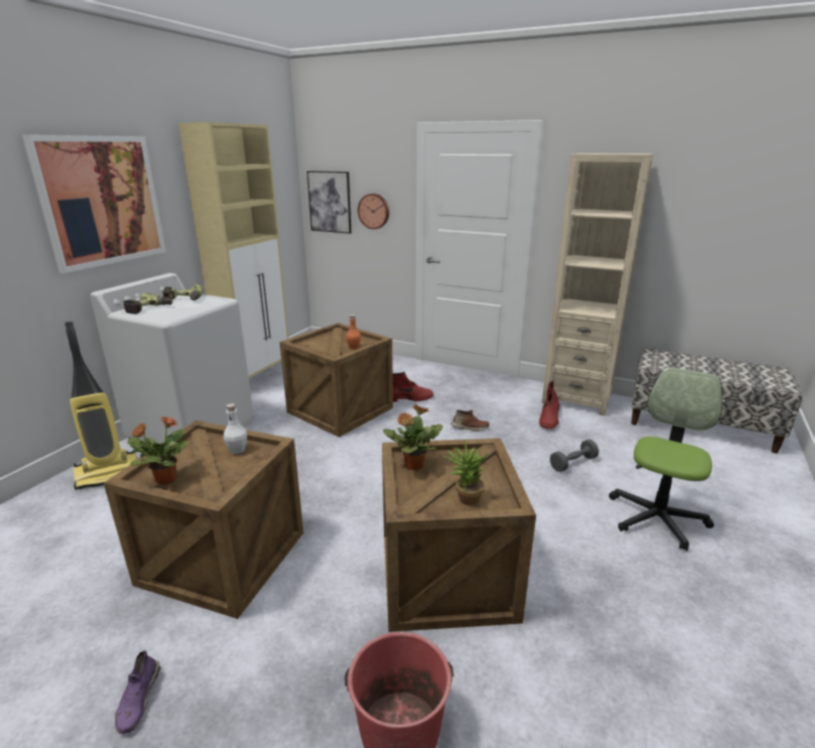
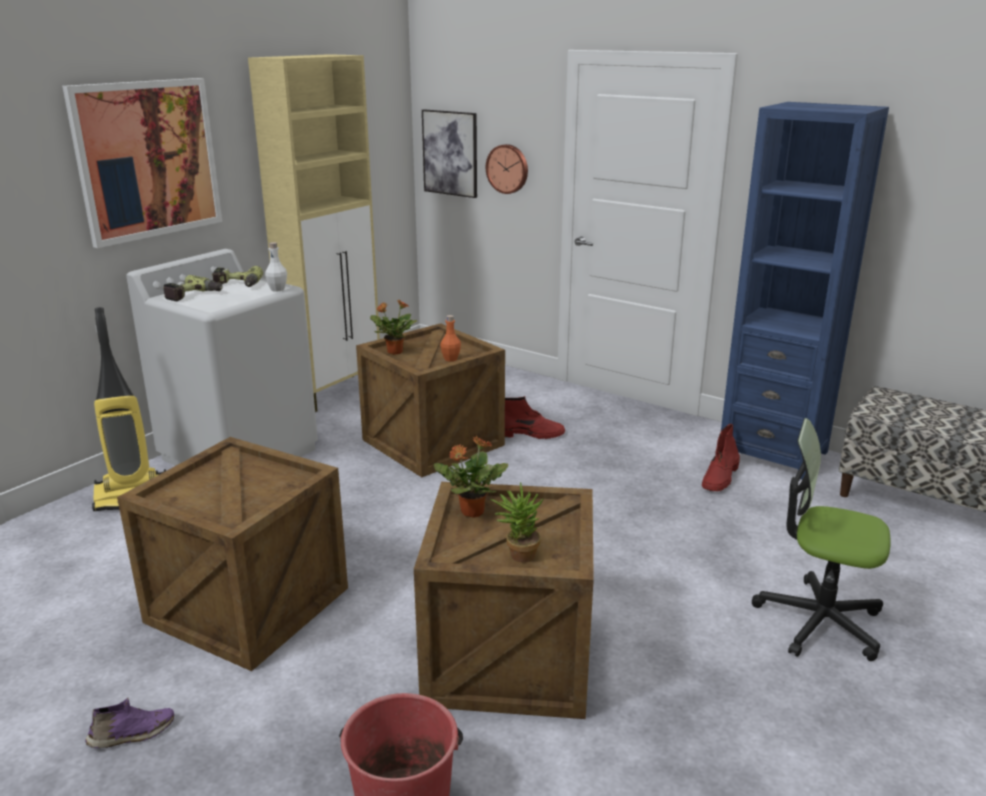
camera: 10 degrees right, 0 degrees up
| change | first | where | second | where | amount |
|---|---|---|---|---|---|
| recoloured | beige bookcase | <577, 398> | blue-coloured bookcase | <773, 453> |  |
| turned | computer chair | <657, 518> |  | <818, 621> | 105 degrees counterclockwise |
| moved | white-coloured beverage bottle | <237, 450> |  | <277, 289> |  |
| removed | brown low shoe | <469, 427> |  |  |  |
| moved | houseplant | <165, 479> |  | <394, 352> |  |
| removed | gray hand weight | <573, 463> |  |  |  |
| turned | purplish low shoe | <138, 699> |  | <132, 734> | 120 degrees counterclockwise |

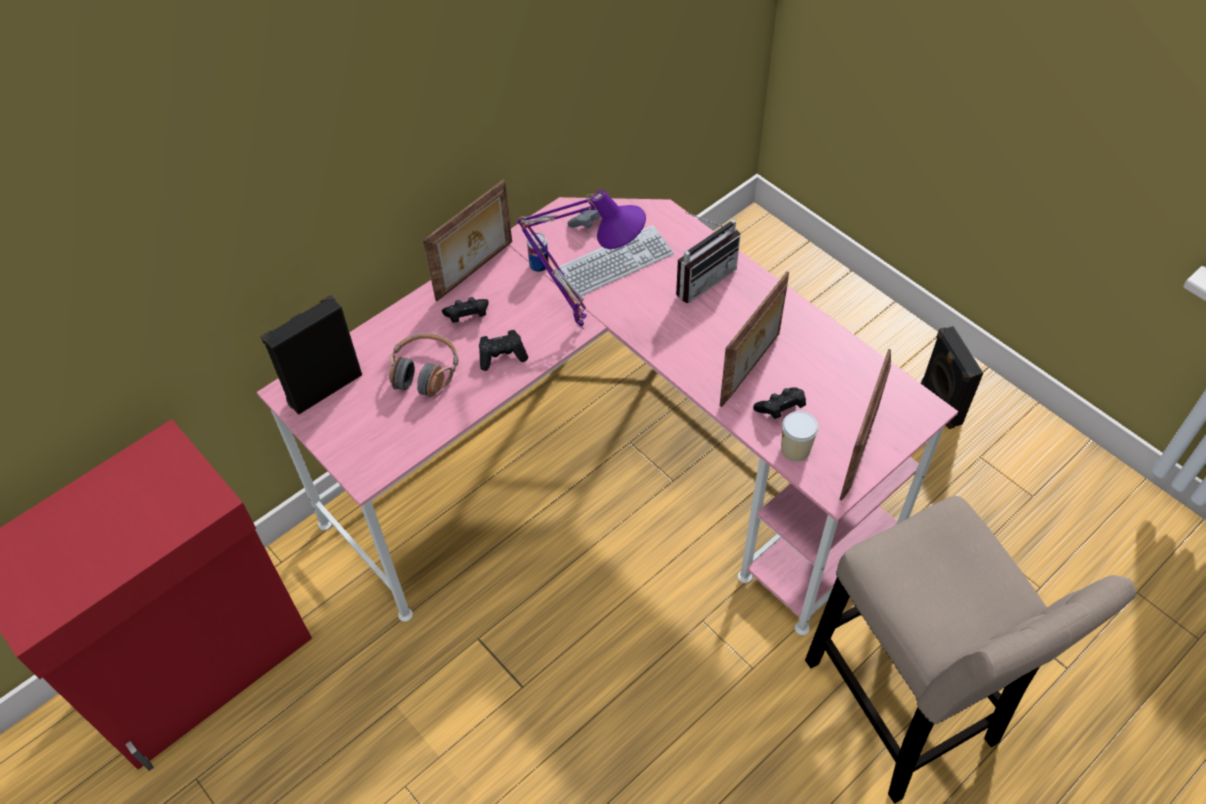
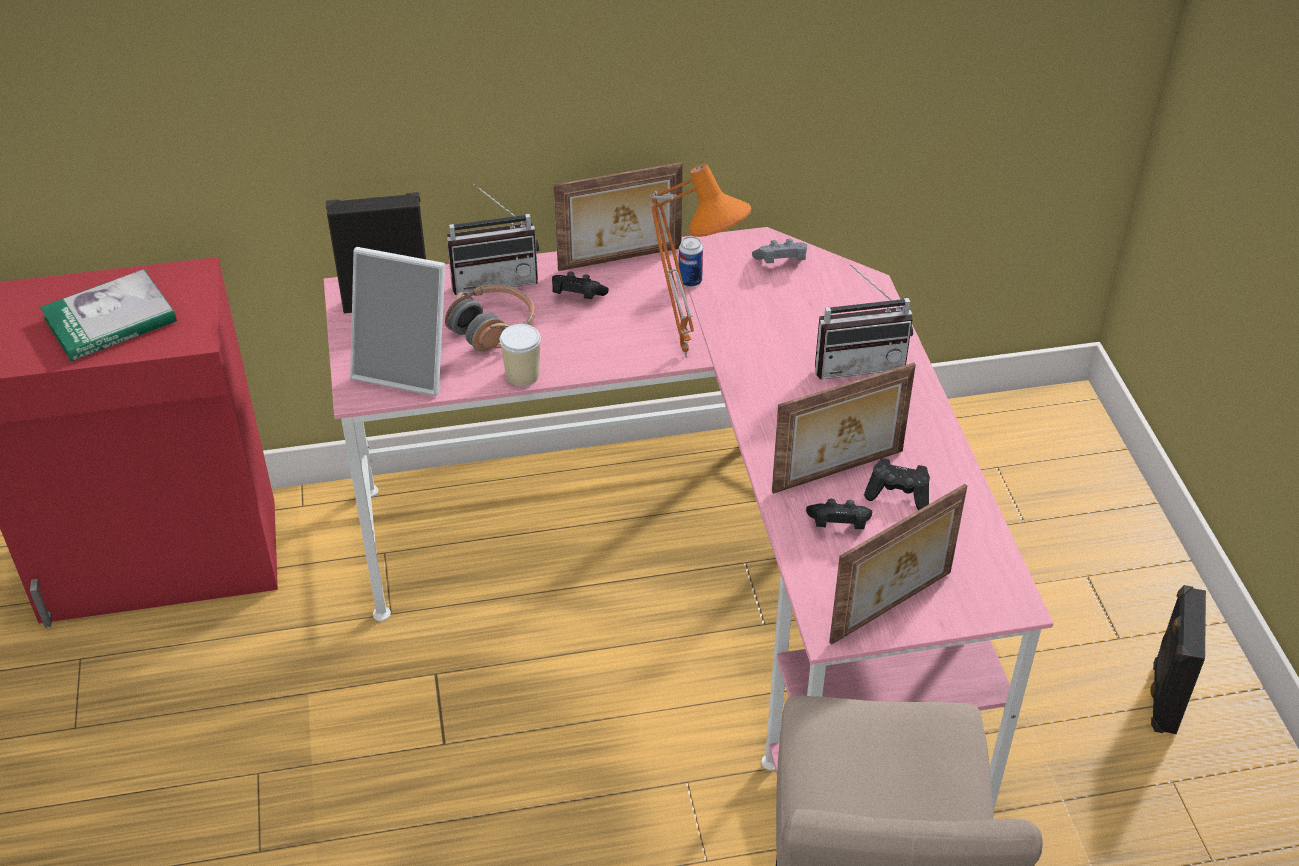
camera: 30 degrees right, 10 degrees down
| change | first | where | second | where | amount |
|---|---|---|---|---|---|
| recoloured | purplish table lamp | <582, 324> | orange-coloured table lamp | <689, 353> |  |
| removed | PC keyboard | <614, 263> |  |  |  |
| moved | black joypad | <502, 356> |  | <898, 494> |  |
| moved | cup | <795, 449> |  | <522, 375> |  |
| added |  |  | radio | <494, 278> |  |
| added |  |  | picture frame | <407, 367> |  |
| added |  |  | bound book | <110, 320> |  |

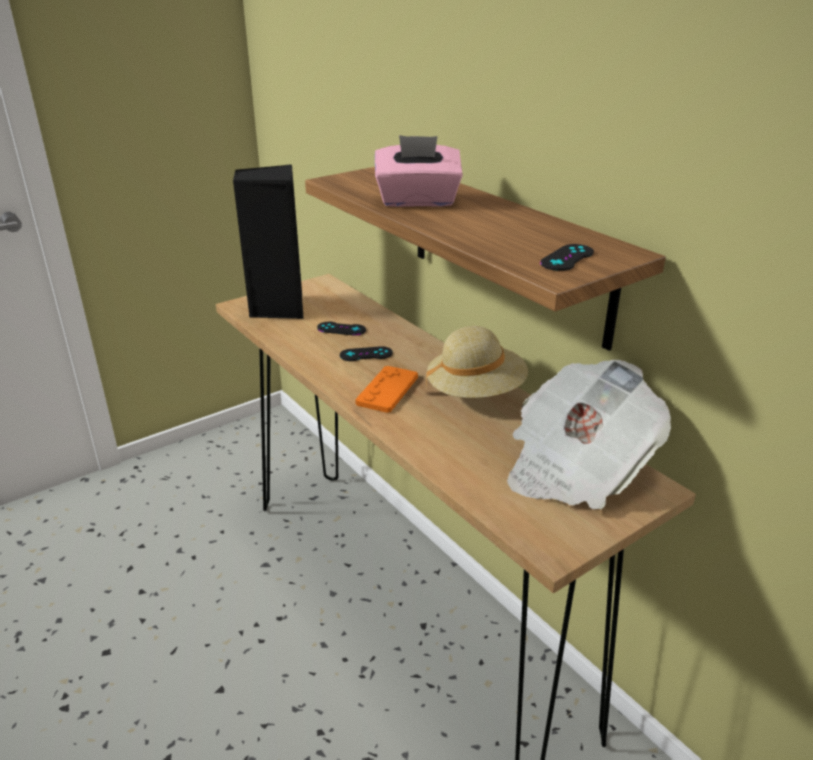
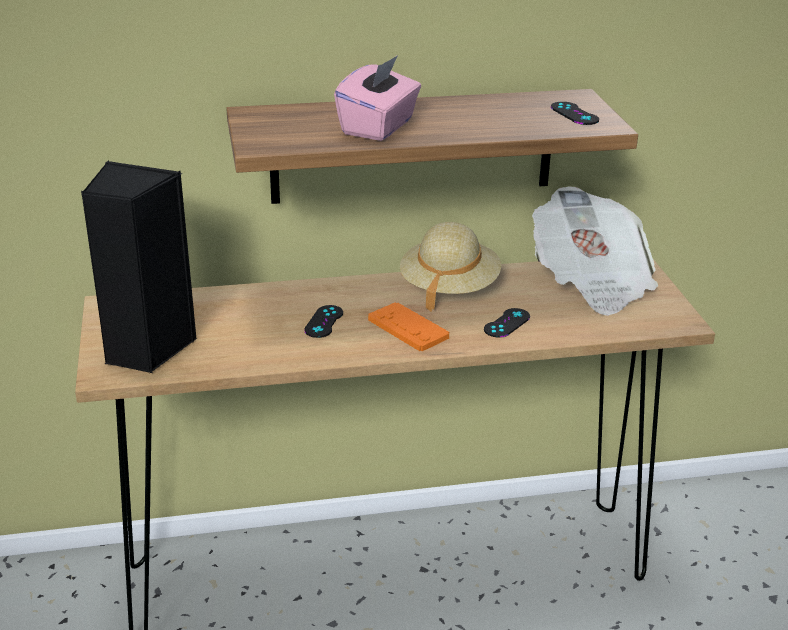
camera: 65 degrees left, 0 degrees up
| change | first | where | second | where | amount |
|---|---|---|---|---|---|
| moved | black joypad | <341, 329> |  | <507, 323> |  |

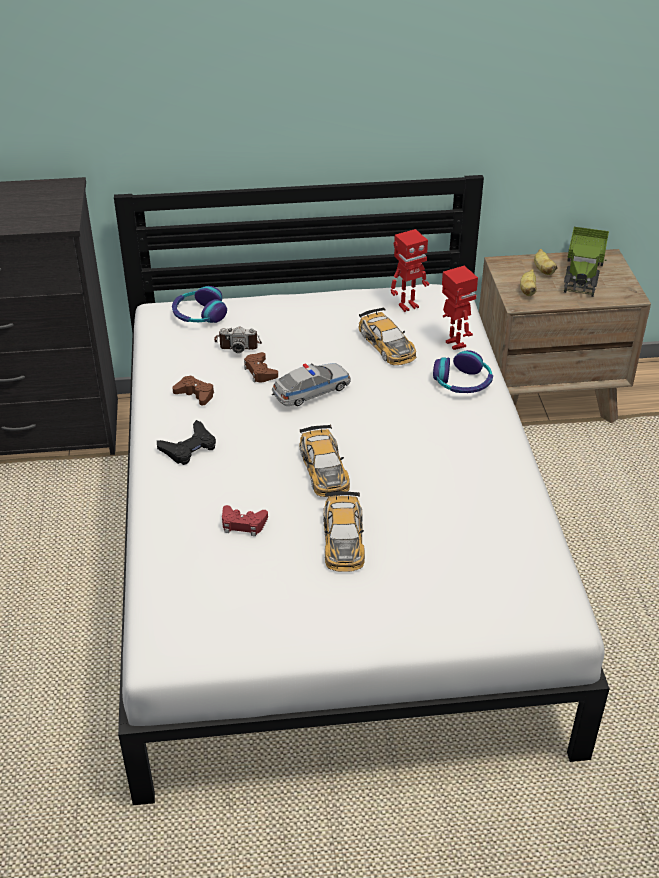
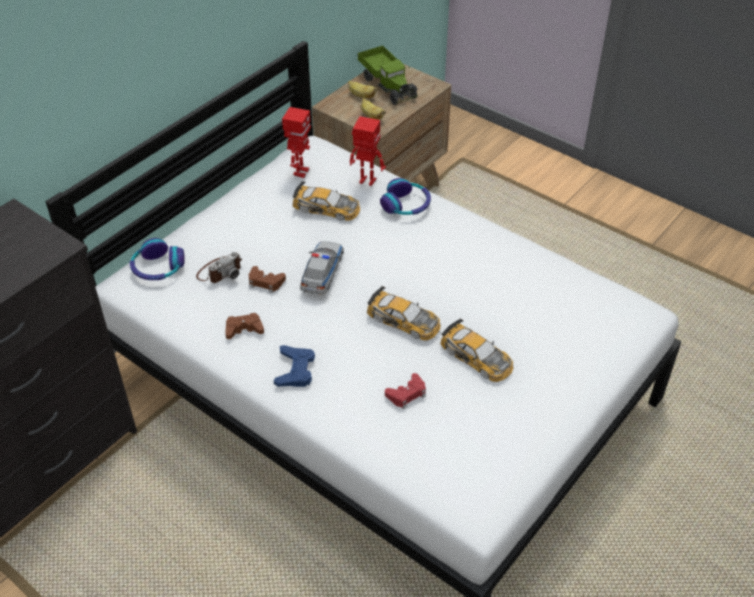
camera: 45 degrees left, 5 degrees up
| change | first | where | second | where | amount |
|---|---|---|---|---|---|
| recoloured | black joypad | <189, 448> | blue-coloured joypad | <295, 370> |  |

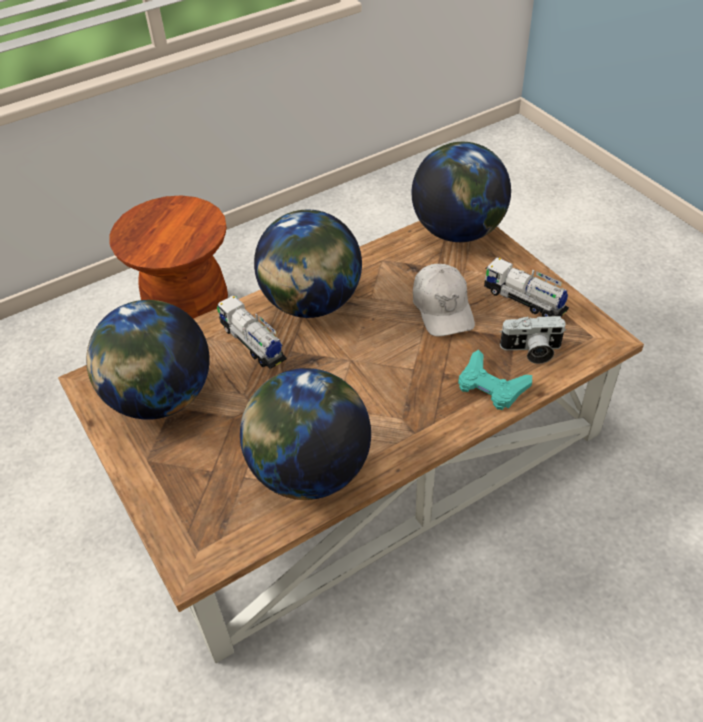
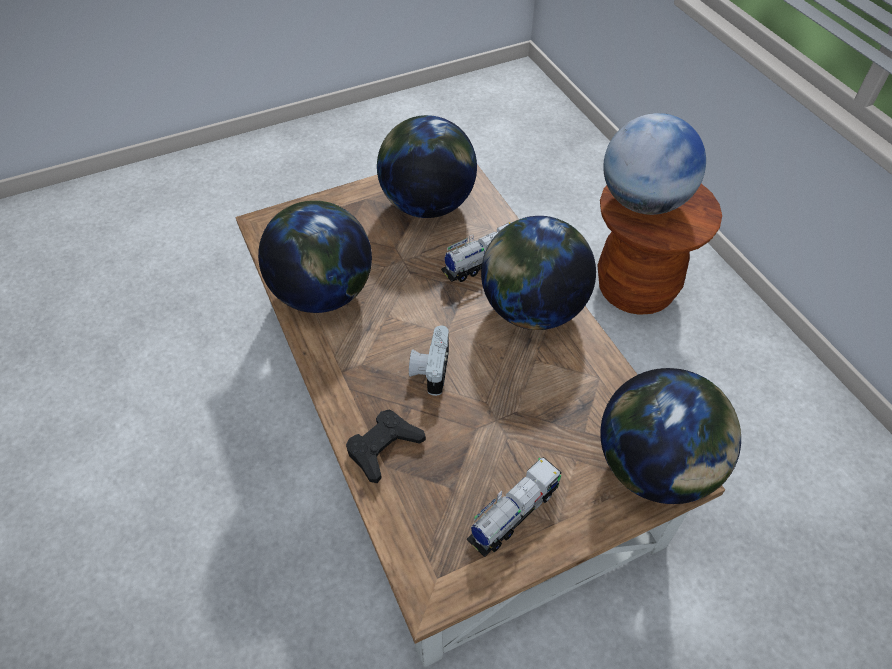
camera: 95 degrees right, 5 degrees up
| change | first | where | second | where | amount |
|---|---|---|---|---|---|
| removed | white-coloured peaked cap | <442, 308> |  |  |  |
| moved | photo camera | <531, 351> |  | <429, 368> |  |
| recoloured | turquoise-coloured joypad | <491, 386> | black joypad | <383, 447> |  |
| added |  |  | world globe | <643, 202> |  |

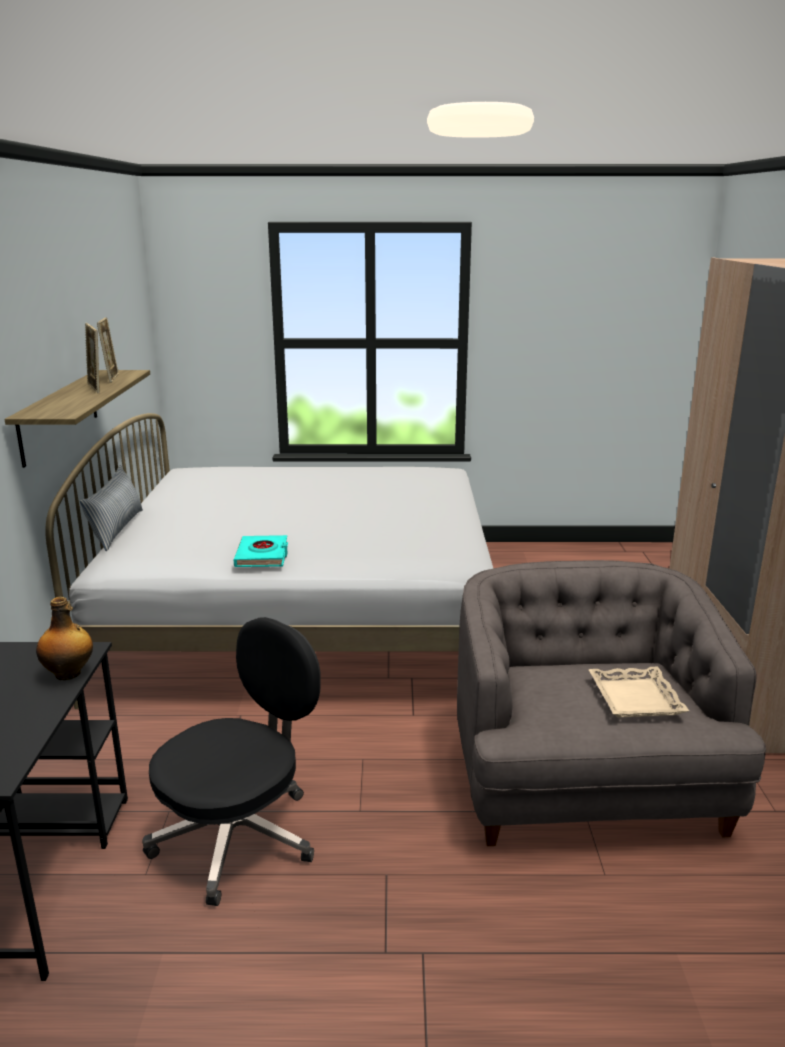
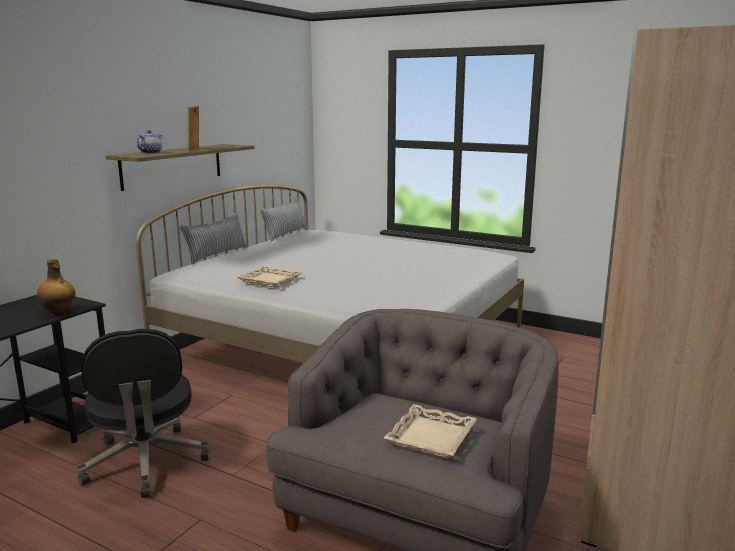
camera: 30 degrees right, 5 degrees down
| change | first | where | second | where | amount |
|---|---|---|---|---|---|
| removed | picture frame | <112, 378> |  |  |  |
| replaced | turquoise-coloured bound book | <262, 556> | beige carrying tray | <270, 280> |  |
| turned | black computer chair | <239, 836> |  | <146, 463> | 90 degrees clockwise |
| added |  |  | tea pot | <151, 153> |  |
| added |  |  | cushion | <285, 234> |  |

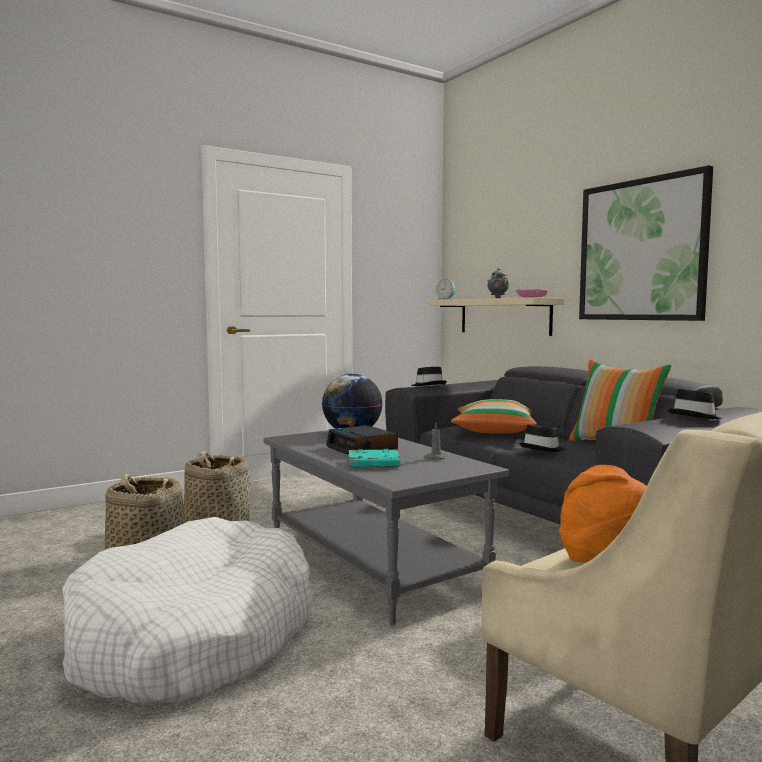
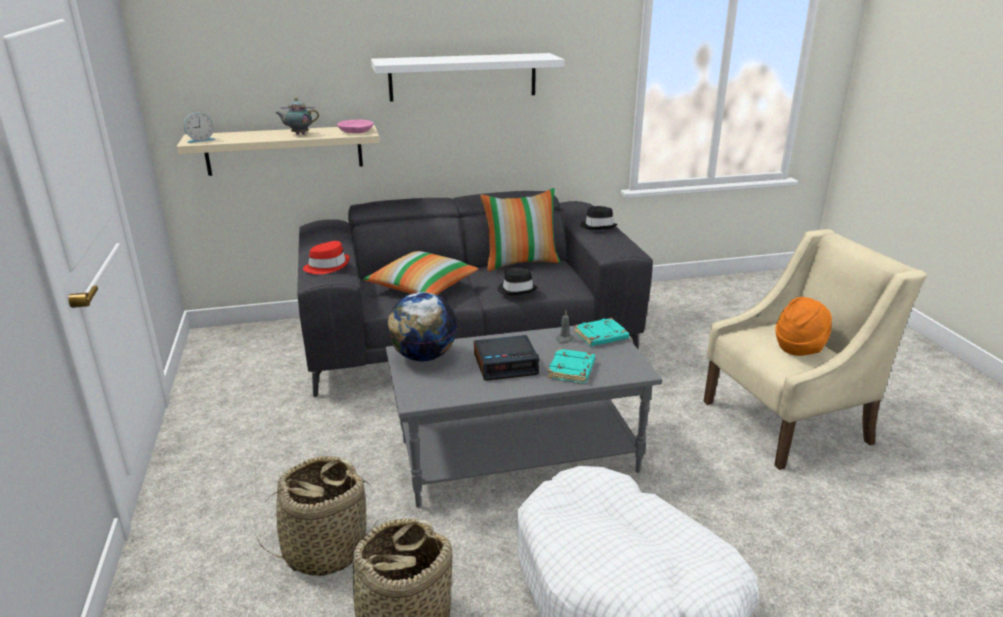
camera: 70 degrees left, 20 degrees up
| change | first | where | second | where | amount |
|---|---|---|---|---|---|
| replaced | picture | <641, 250> | white-coloured bracket shelf | <463, 77> |  |
| recoloured | black hat | <428, 385> | reddish hat | <327, 266> |  |
| added |  |  | turquoise-coloured bound book | <601, 336> |  |

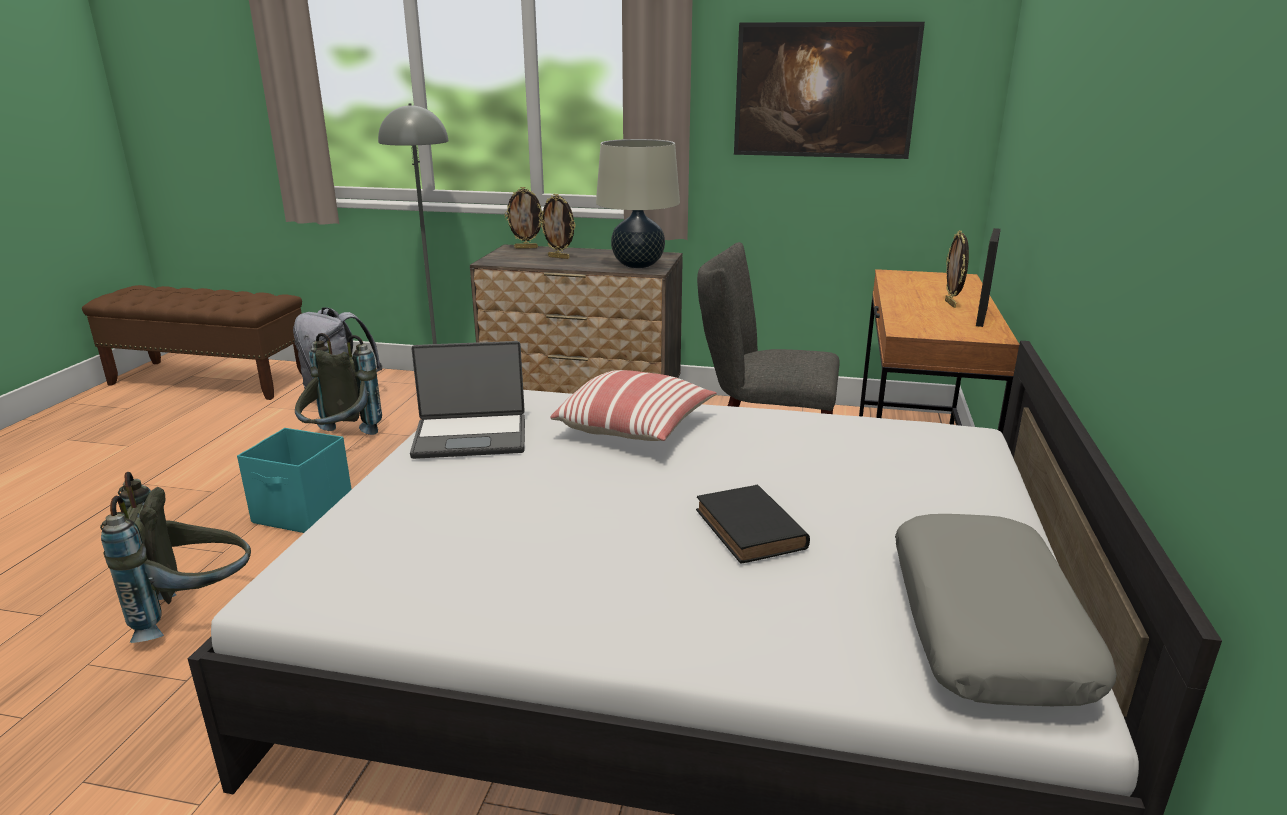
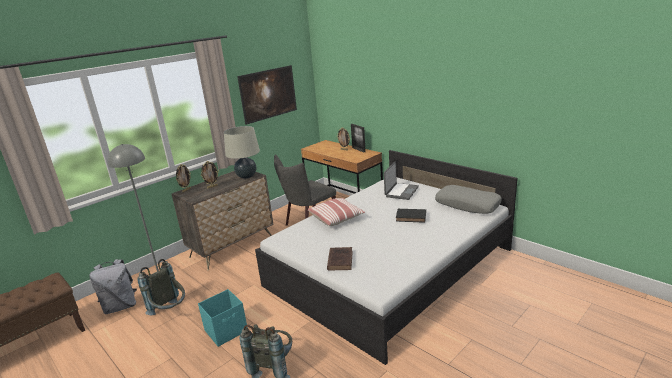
camera: 55 degrees left, 0 degrees up
| change | first | where | second | where | amount |
|---|---|---|---|---|---|
| moved | portable computer | <471, 437> |  | <401, 192> |  |
| added |  |  | brown bound book | <340, 260> |  |

